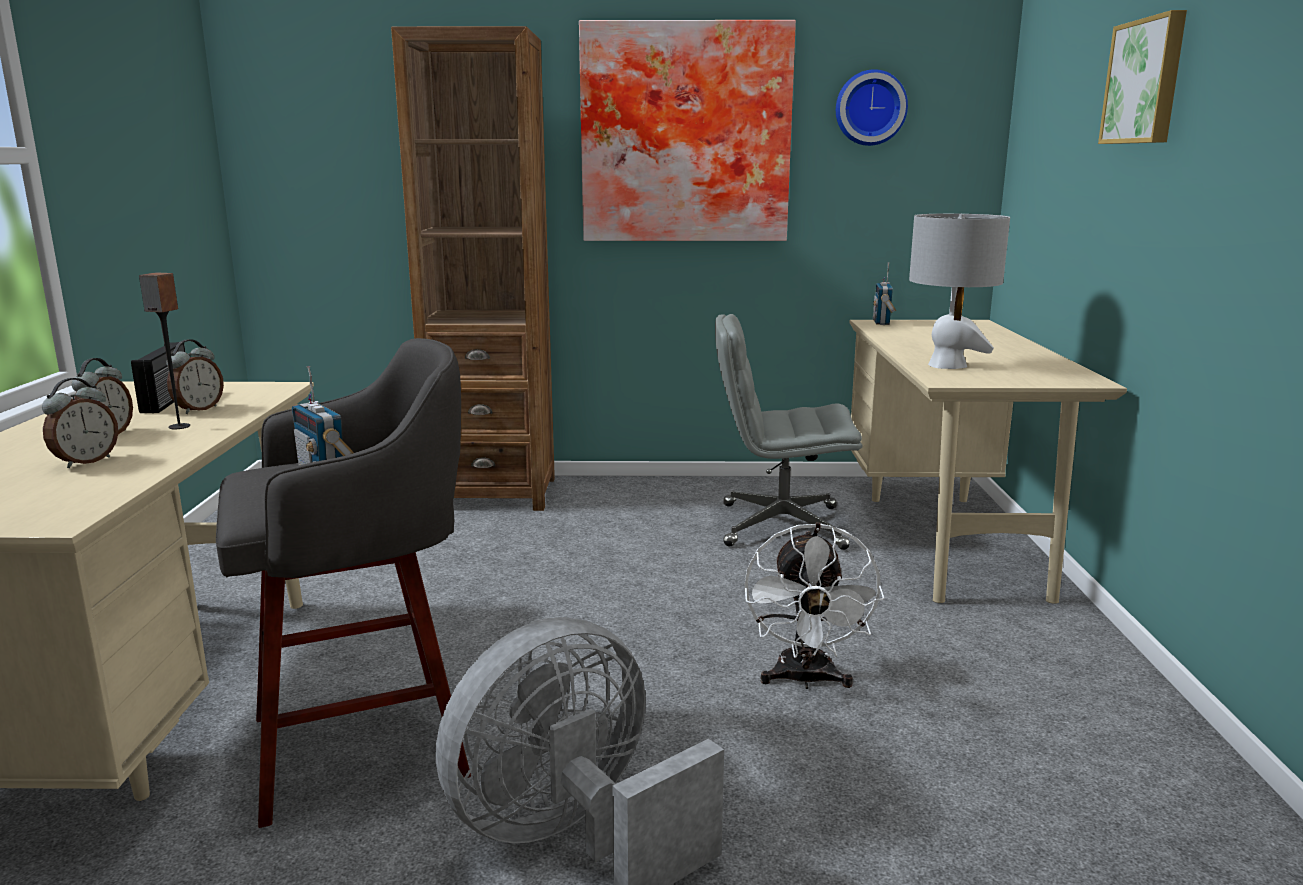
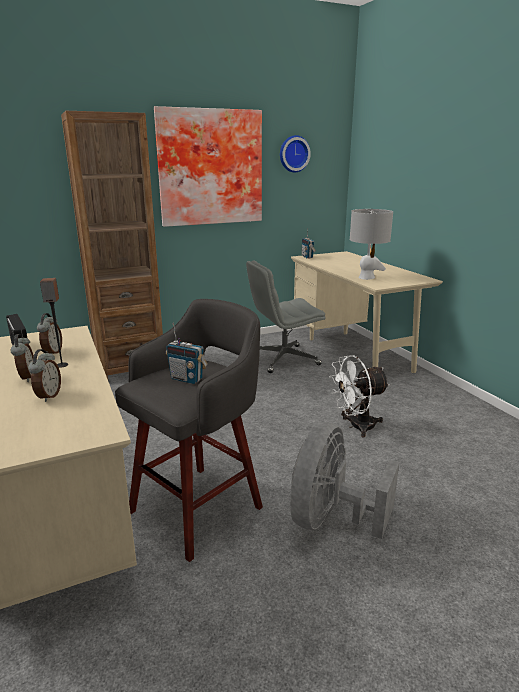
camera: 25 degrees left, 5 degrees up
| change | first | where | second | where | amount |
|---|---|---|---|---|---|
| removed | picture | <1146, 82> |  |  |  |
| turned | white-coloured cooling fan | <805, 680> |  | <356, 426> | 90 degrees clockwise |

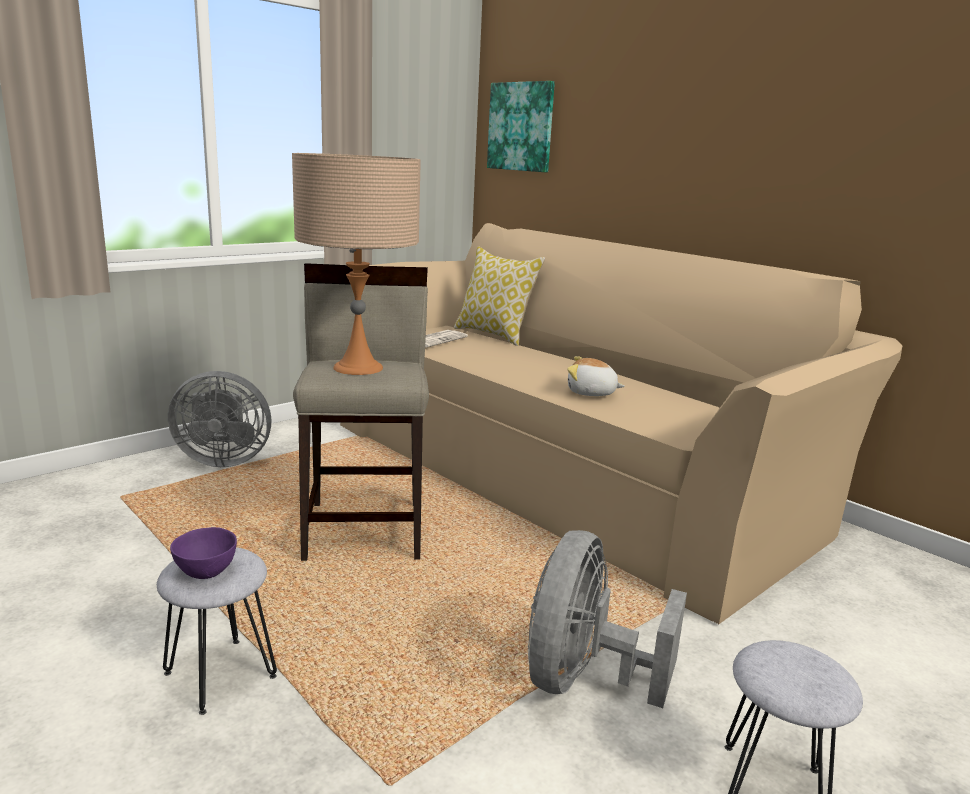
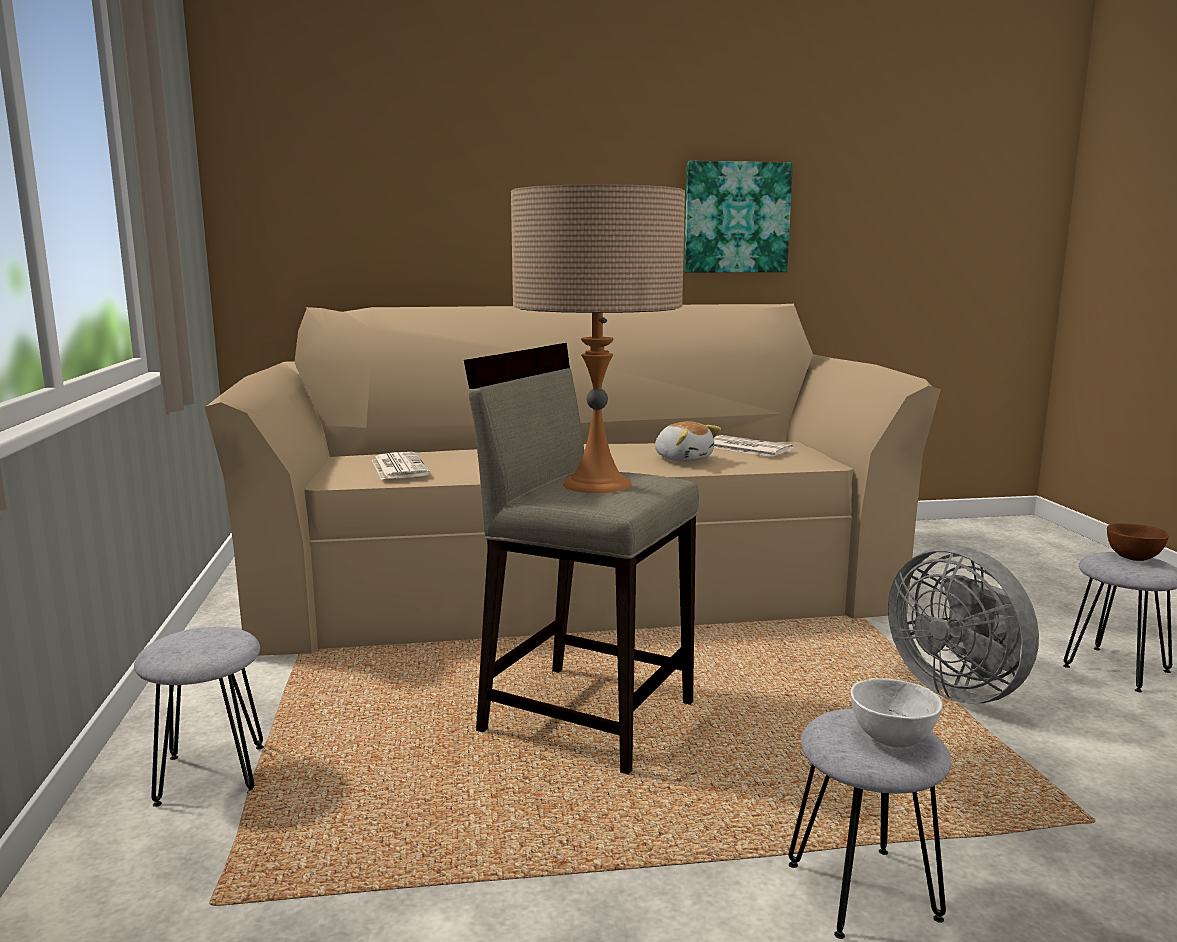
camera: 55 degrees left, 5 degrees down
| change | first | where | second | where | amount |
|---|---|---|---|---|---|
| moved | picture | <521, 127> |  | <736, 218> |  |
| removed | cushion | <495, 335> |  |  |  |
| turned | cuddly toy | <591, 393> |  | <683, 459> | 90 degrees counterclockwise |
| replaced | gray cooling fan | <223, 460> | gray stool | <211, 773> |  |
| recoloured | purplish serving bowl | <206, 572> | white-coloured serving bowl | <890, 739> |  |
| added |  |  | daily paper | <745, 447> |  |
| added |  |  | brown serving bowl | <1133, 558> |  |

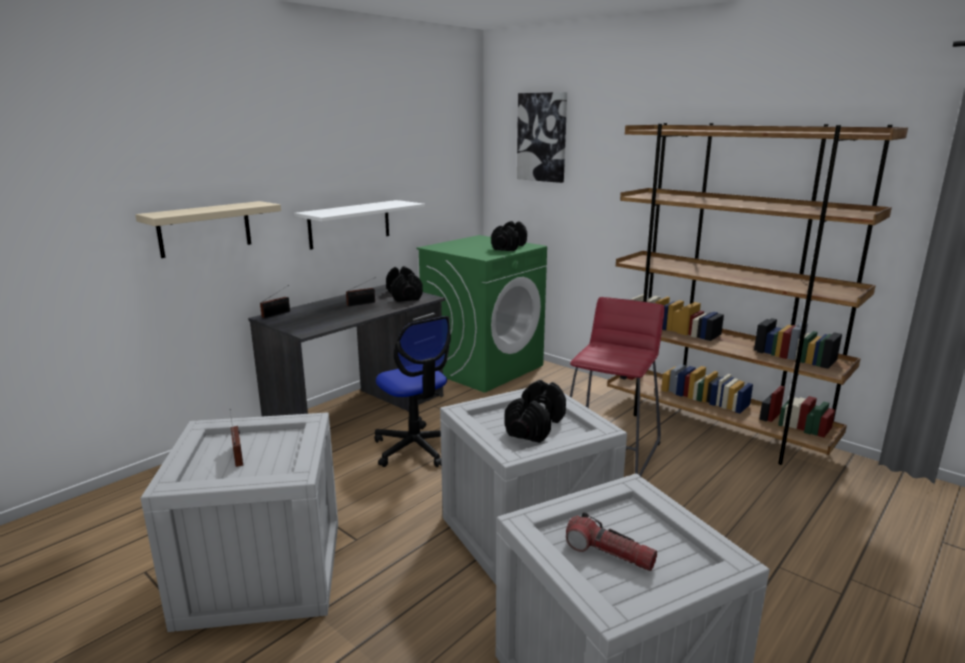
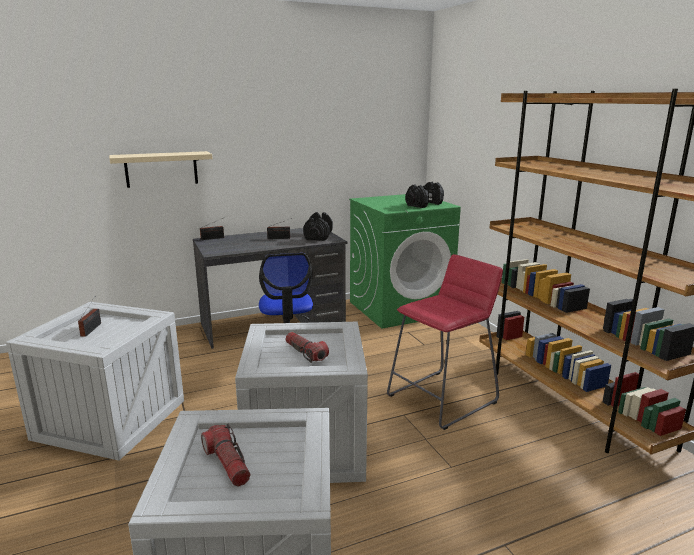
camera: 25 degrees right, 0 degrees up
| change | first | where | second | where | amount |
|---|---|---|---|---|---|
| removed | picture | <542, 137> |  |  |  |
| removed | white-coloured bracket shelf | <350, 224> |  |  |  |
| replaced | black hand weight | <535, 426> | hand torch | <305, 353> |  |

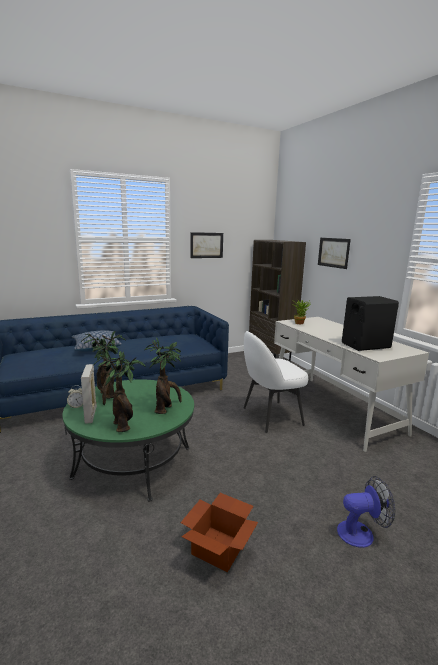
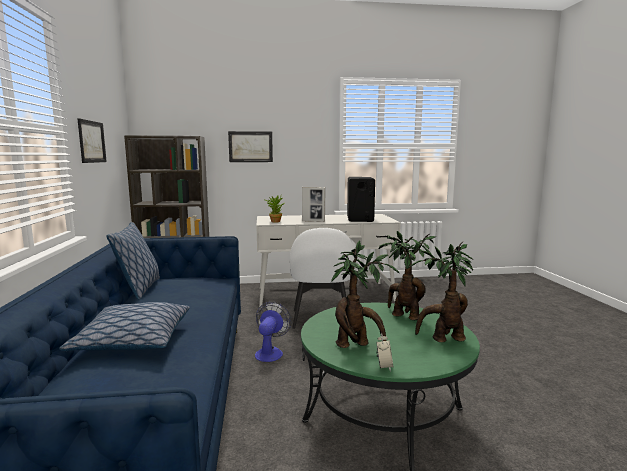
camera: 70 degrees left, 5 degrees down
| change | first | where | second | where | amount |
|---|---|---|---|---|---|
| moved | picture frame | <91, 415> |  | <313, 221> |  |
| moved | cooling fan | <361, 533> |  | <270, 352> |  |
| removed | cardboard box | <220, 547> |  |  |  |
| added |  |  | cushion | <139, 289> |  |

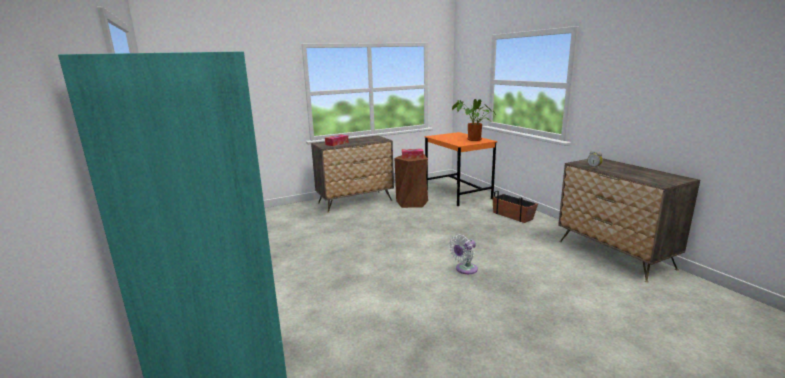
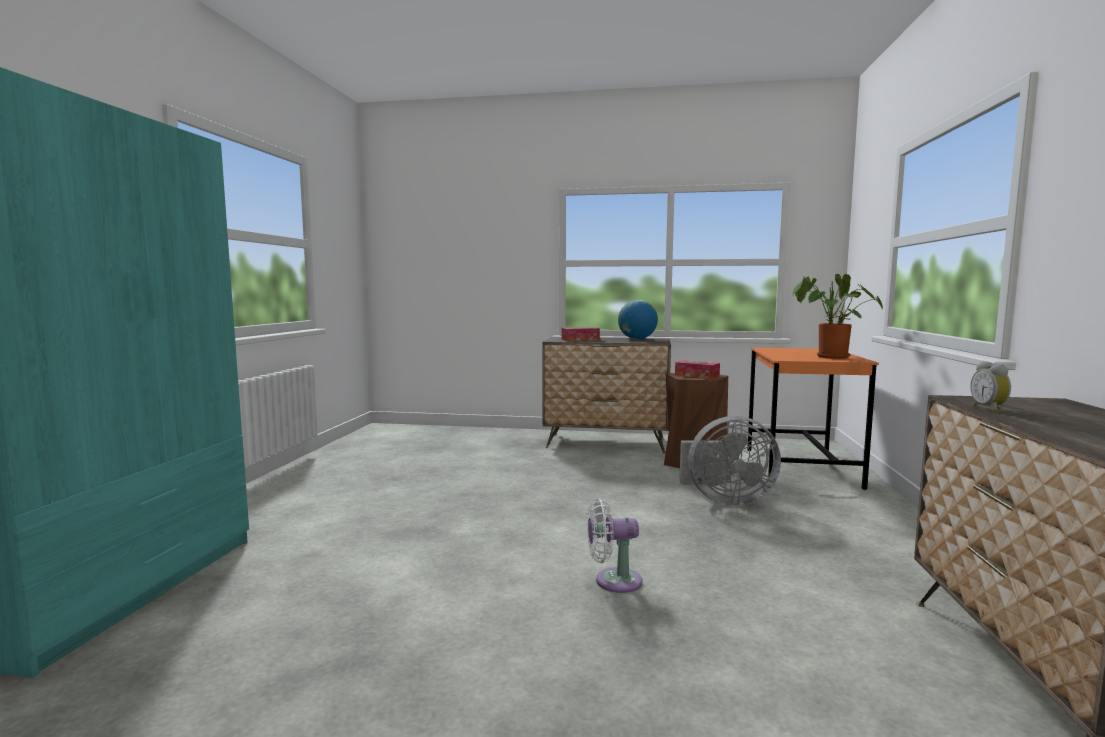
camera: 35 degrees right, 10 degrees down
| change | first | where | second | where | amount |
|---|---|---|---|---|---|
| removed | flower pot | <513, 215> |  |  |  |
| added |  |  | world globe | <637, 339> |  |
| added |  |  | gray cooling fan | <725, 500> |  |

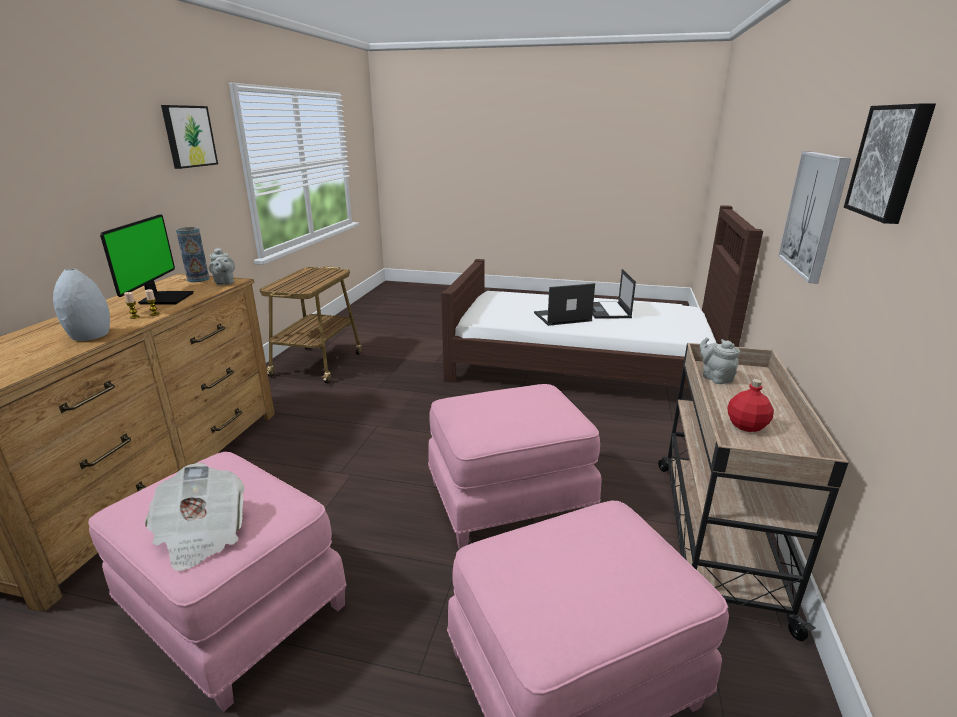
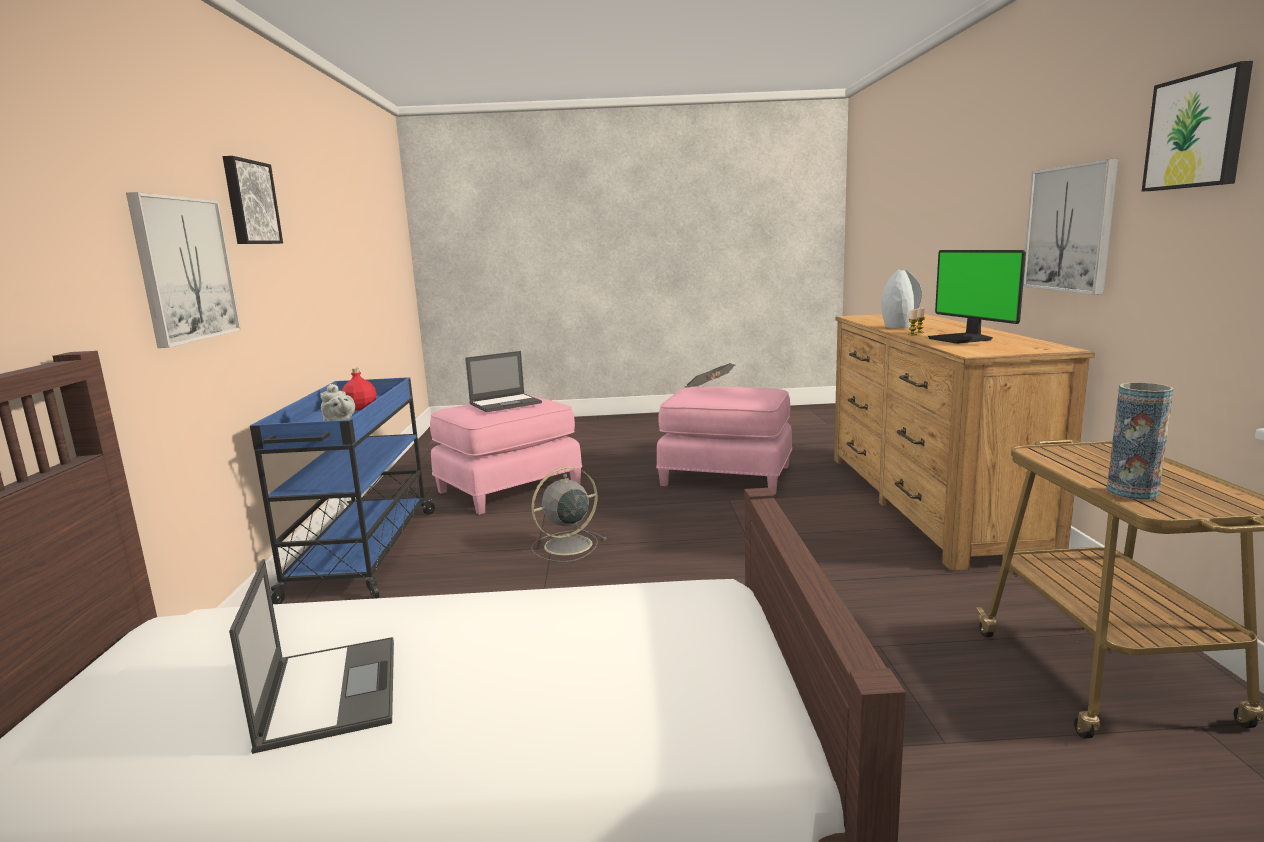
camera: 165 degrees right, 10 degrees down
| change | first | where | second | where | amount |
|---|---|---|---|---|---|
| moved | decorative vase | <198, 279> |  | <1132, 492> |  |
| removed | gray tea pot | <224, 283> |  |  |  |
| moved | portable computer | <561, 317> |  | <506, 403> |  |
| recoloured | beige cart | <715, 535> | blue-coloured cart | <362, 554> |  |
| replaced | pinkish footrest | <508, 498> | gray cooling fan | <566, 546> |  |
| added |  |  | picture | <1069, 228> |  |

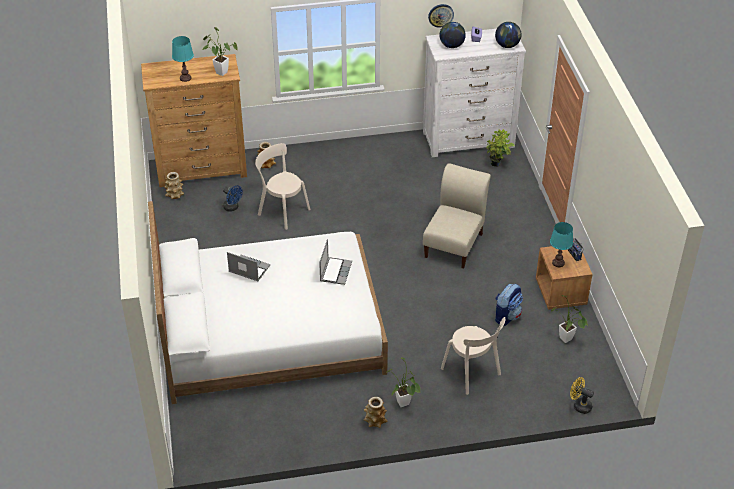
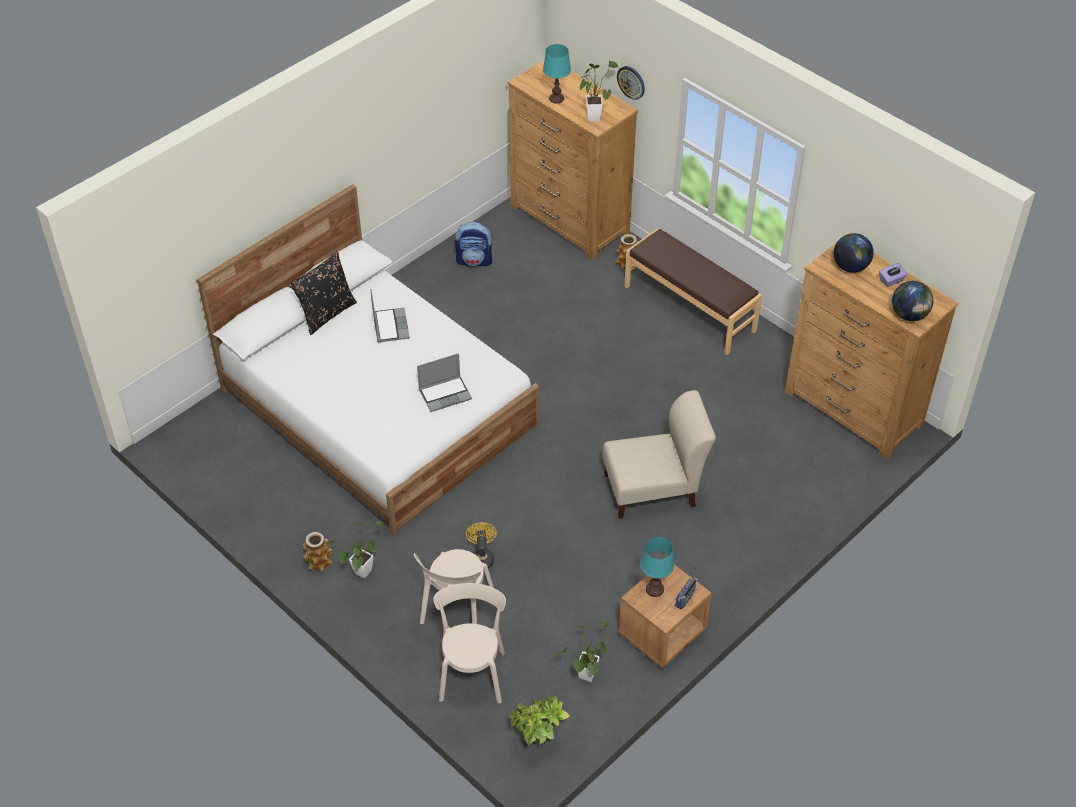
camera: 55 degrees right, 5 degrees up
| change | first | where | second | where | amount |
|---|---|---|---|---|---|
| moved | hanging clock | <440, 15> |  | <631, 82> |  |
| recoloured | white-coloured chest of drawers | <468, 140> | brown chest of drawers | <853, 409> |  |
| moved | houseplant | <497, 165> |  | <537, 743> |  |
| moved | beige chair | <282, 211> |  | <472, 672> |  |
| removed | decorative vase | <175, 195> |  |  |  |
| removed | blue-coloured cooling fan | <232, 208> |  |  |  |
| moved | rucksack | <506, 316> |  | <475, 261> |  |
| moved | yellow cooling fan | <579, 405> |  | <482, 557> |  |
| added |  |  | brown long seat | <690, 308> |  |
| added |  |  | black cushion | <326, 313> |  |

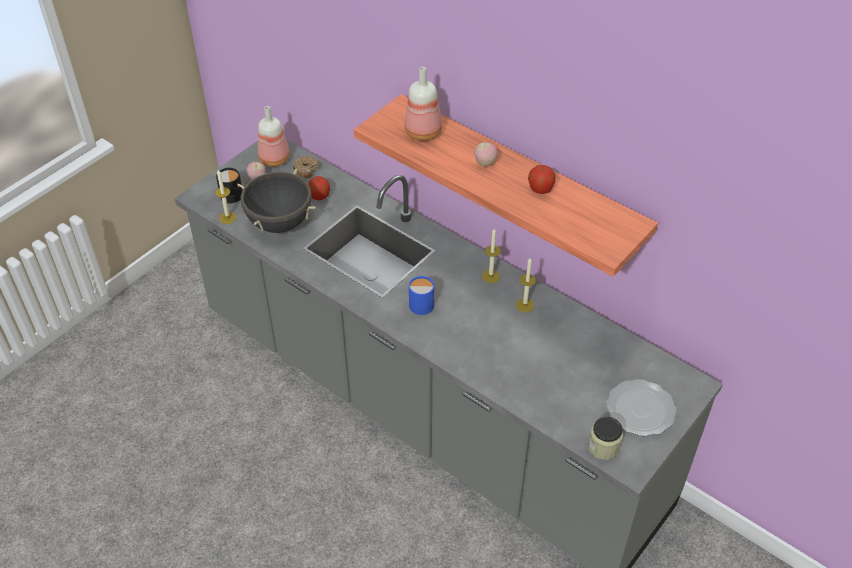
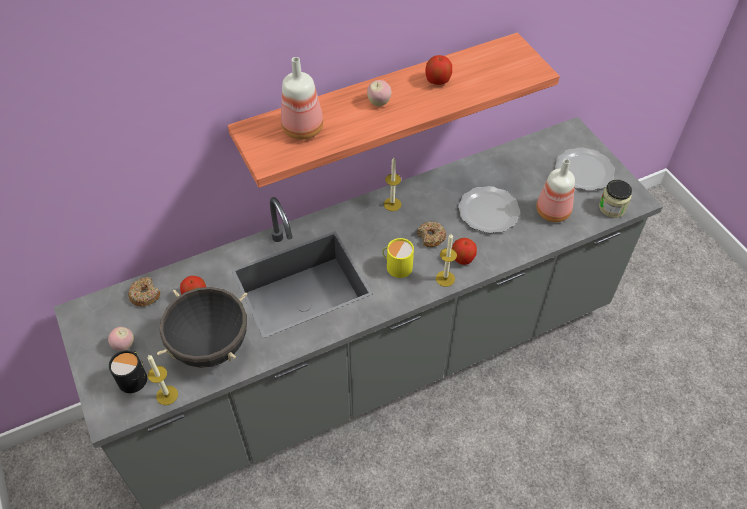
camera: 65 degrees left, 5 degrees up
| change | first | where | second | where | amount |
|---|---|---|---|---|---|
| moved | beverage bottle | <275, 160> |  | <553, 211> |  |
| moved | wax light | <525, 305> |  | <445, 278> |  |
| recoloured | blue-coloured mug | <422, 303> | yellow mug | <396, 266> |  |
| added |  |  | flat dish | <488, 211> |  |
| added |  |  | doughnut | <431, 237> |  |
| added |  |  | apple | <463, 258> |  |

